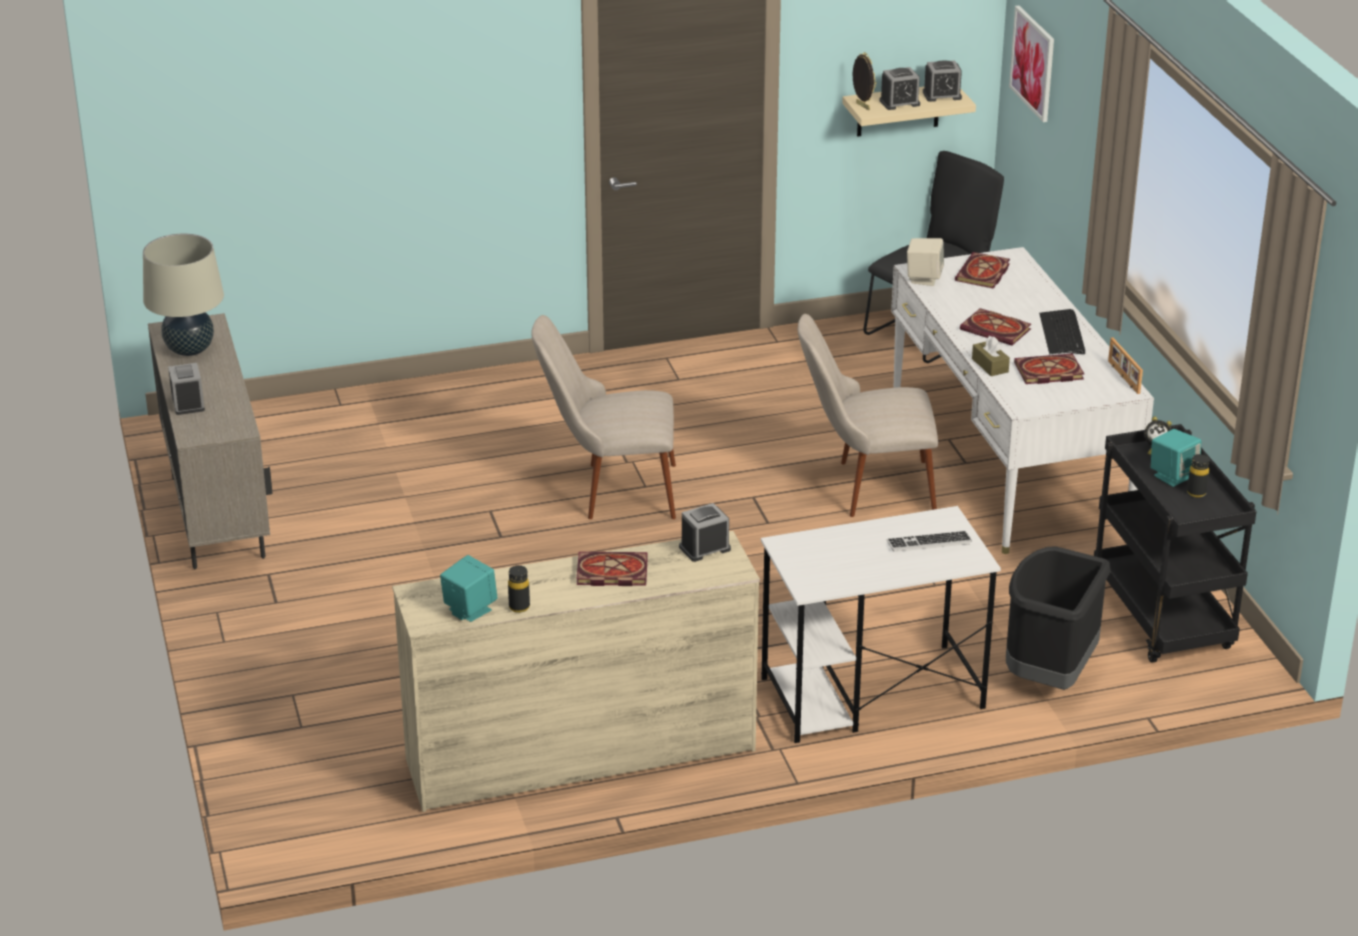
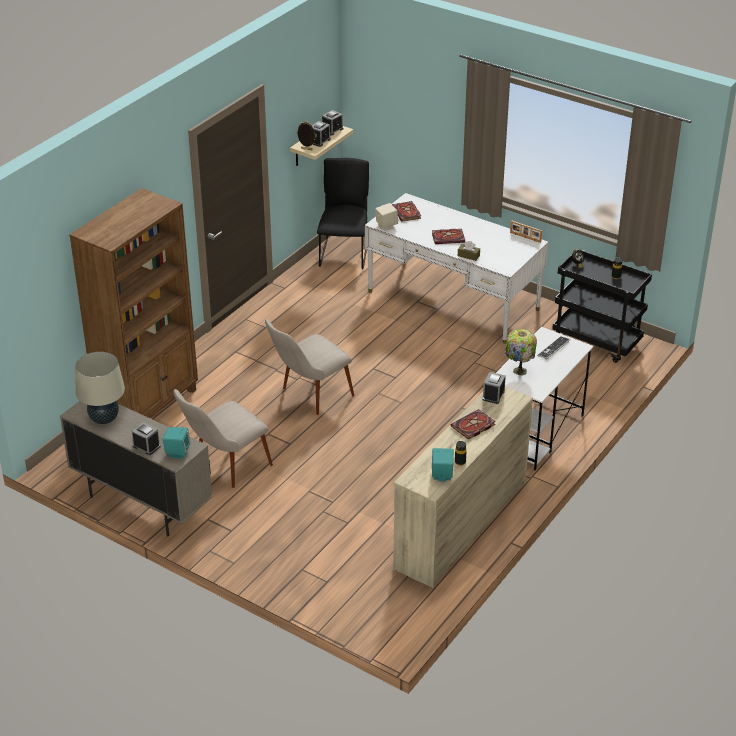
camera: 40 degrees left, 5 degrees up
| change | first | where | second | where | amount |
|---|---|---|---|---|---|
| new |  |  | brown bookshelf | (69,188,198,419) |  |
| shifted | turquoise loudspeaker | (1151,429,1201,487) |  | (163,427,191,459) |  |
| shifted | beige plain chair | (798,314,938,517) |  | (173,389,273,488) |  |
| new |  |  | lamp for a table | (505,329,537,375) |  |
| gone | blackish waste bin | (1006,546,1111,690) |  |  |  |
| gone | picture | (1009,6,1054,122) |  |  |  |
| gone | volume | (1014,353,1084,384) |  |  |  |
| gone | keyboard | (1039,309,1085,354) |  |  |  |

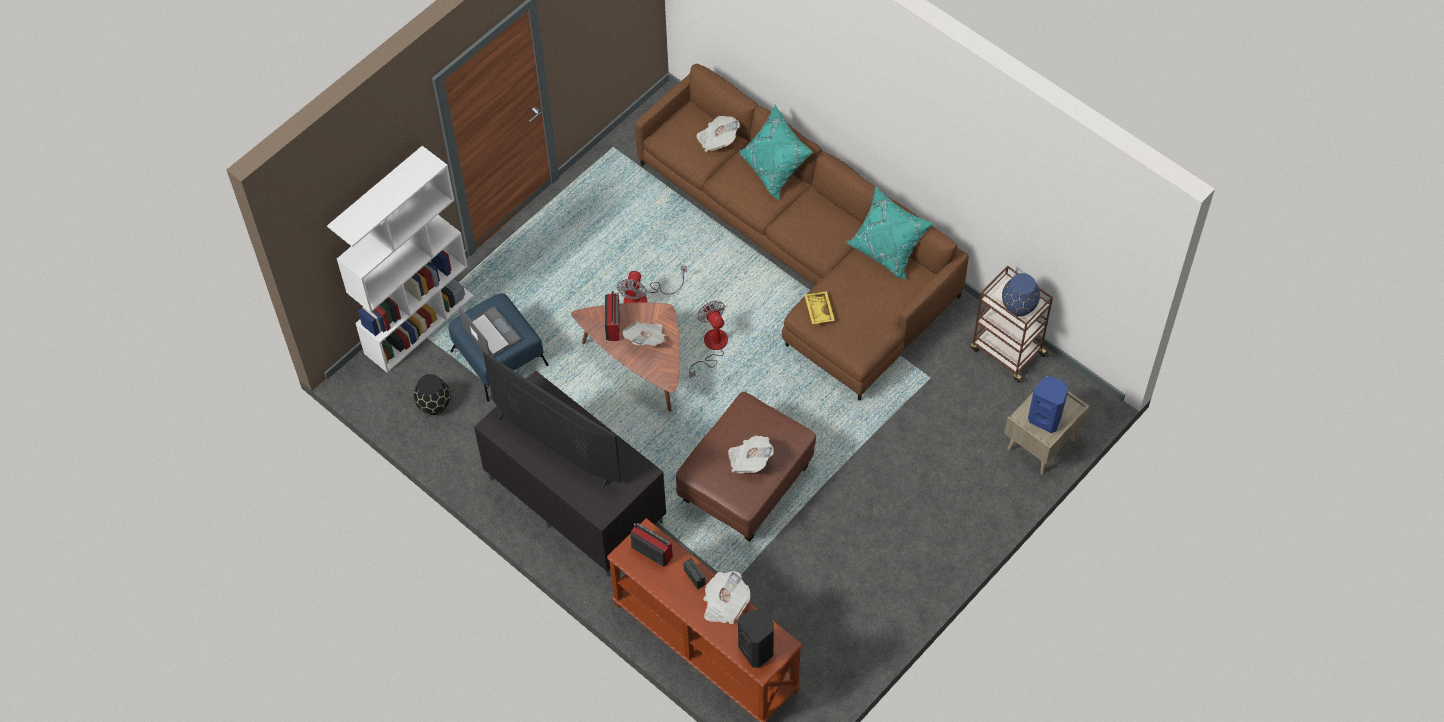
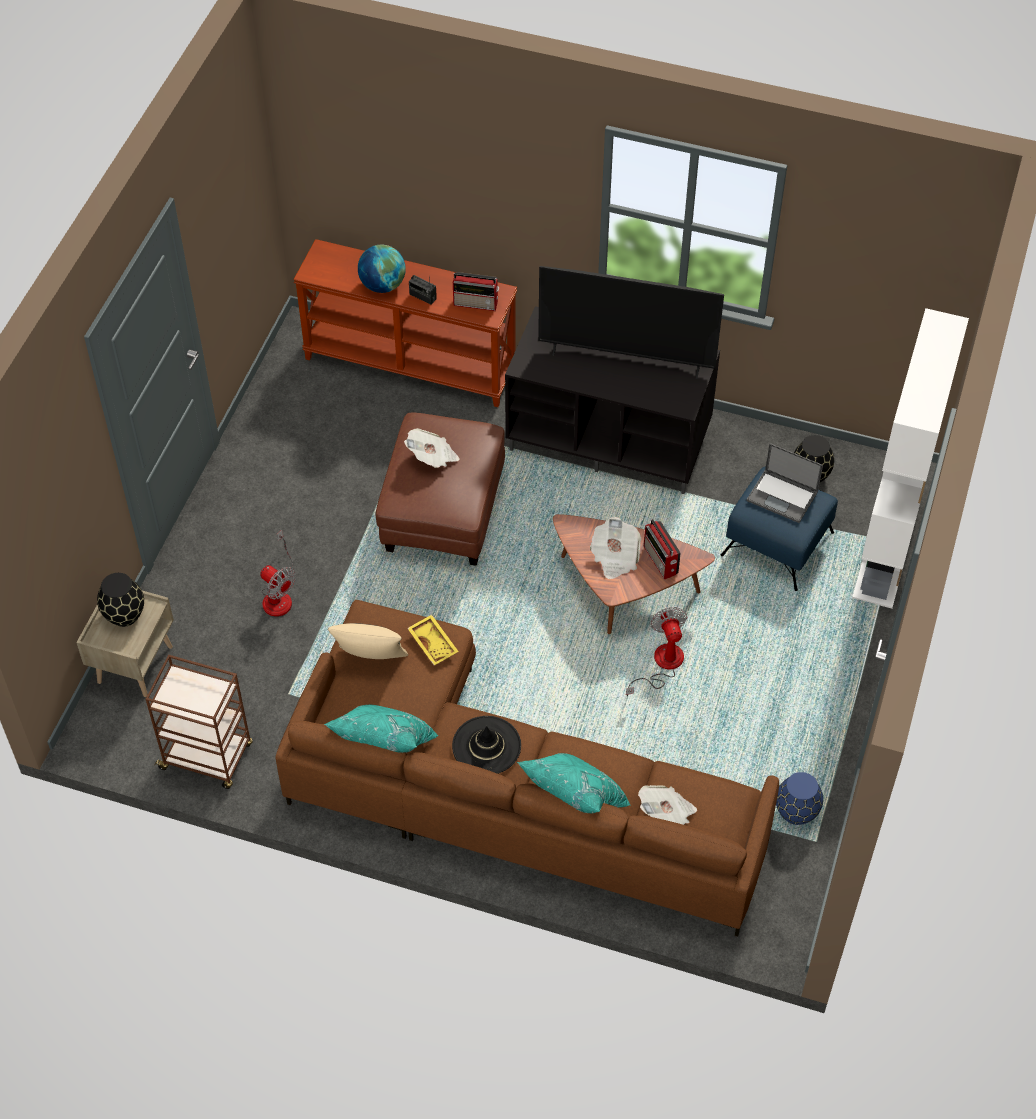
camera: 155 degrees right, 5 degrees down
| change | first | where | second | where | amount |
|---|---|---|---|---|---|
| swapped | blue loudspeaker | (1028,377,1068,433) | blackish flower vase | (97,573,144,627) |  |
| shifted | cooling fan | (689,300,728,379) |  | (260,530,296,617) |  |
| new |  |  | beige throw pillow | (328,623,408,659) |  |
| swapped | daily paper | (703,571,750,624) | globe | (358,245,406,293) |  |
| new |  |  | blackish wearable hat | (452,716,521,774) |  |
| shifted | blue flower vase | (1002,273,1040,317) |  | (776,772,823,825) |  |
| gone | blackish loudspeaker | (738,609,774,668) |  |  |  |

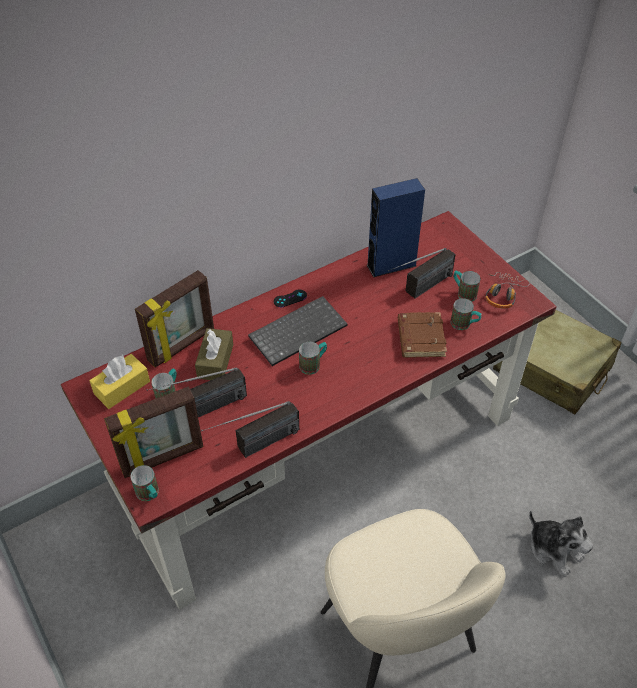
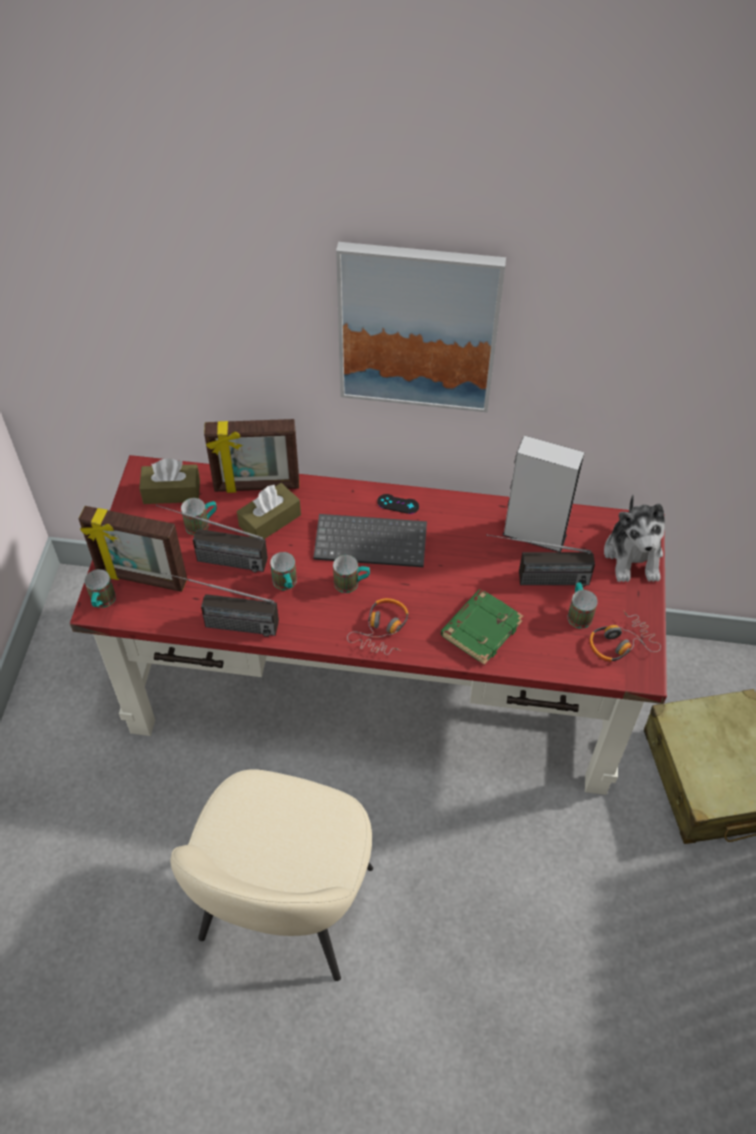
camera: 40 degrees right, 5 degrees up
| change | first | where | second | where | amount |
|---|---|---|---|---|---|
| repainted | yellowish tissue holder | (89,354,150,409) | brown tissue holder | (139,458,200,504) |  |
| shifted | coffee mug | (451,298,482,330) |  | (270,552,297,590) |  |
| new |  |  | picture | (336,242,506,412) |  |
| new |  |  | headset | (347,598,409,655) |  |
| repainted | brown volume | (398,312,447,358) | greenish volume | (441,589,523,665) |  |
| repainted | blue loudspeaker | (367,178,425,277) | gray loudspeaker | (503,435,585,552) |  |
| shifted | soft toy | (529,511,593,577) |  | (604,495,665,582) |  |

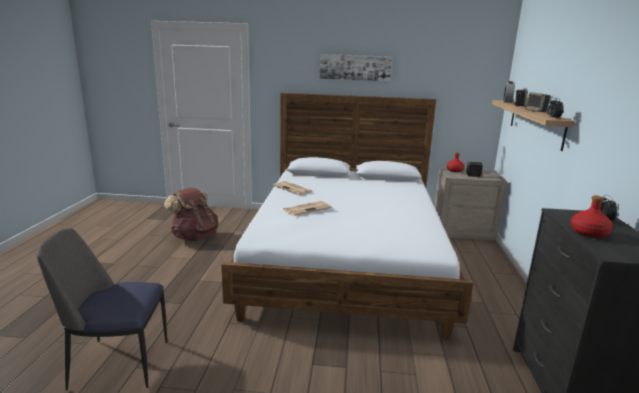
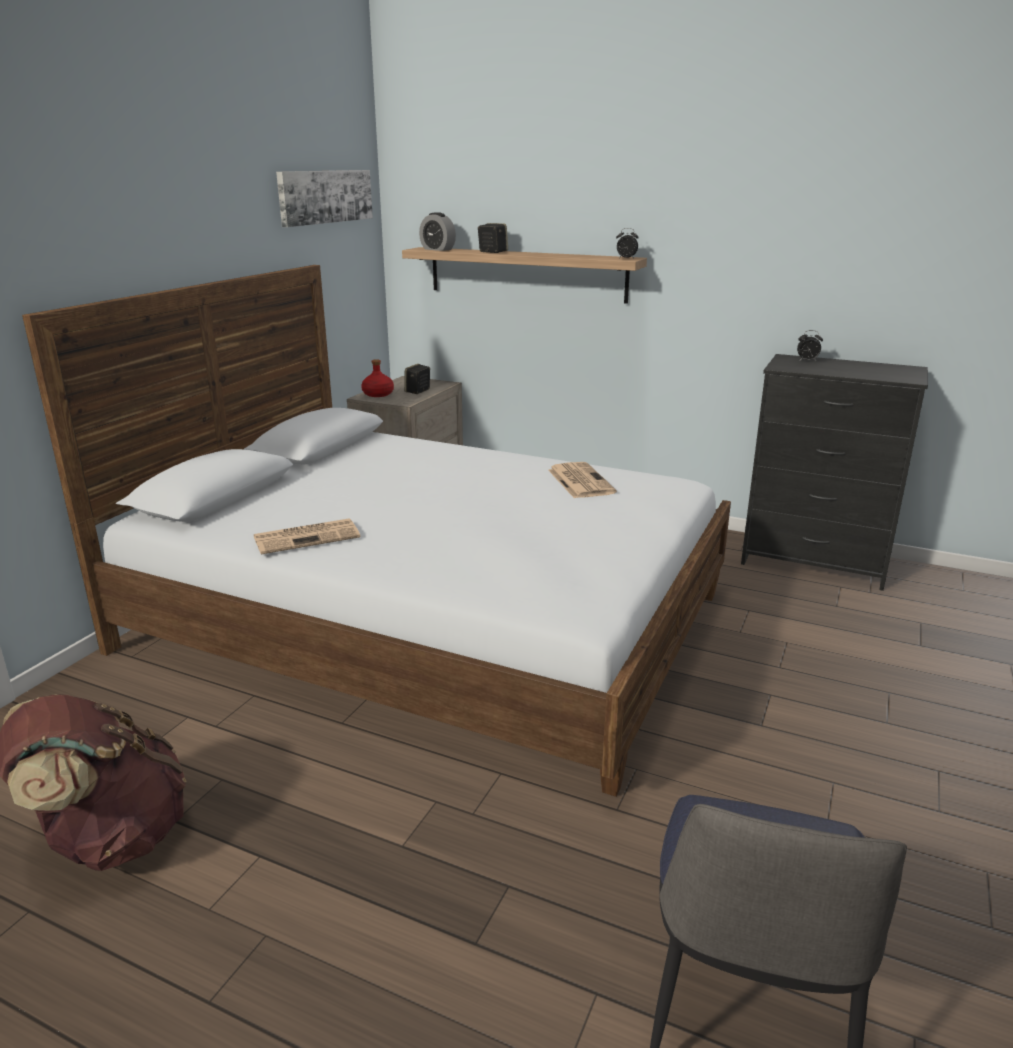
camera: 70 degrees left, 5 degrees up
| change | first | where | second | where | amount |
|---|---|---|---|---|---|
| shifted | picture | (320,54,392,81) |  | (276,170,373,227) |  |
| shifted | daily paper | (283,201,332,216) |  | (548,462,617,498) |  |
| gone | loudspeaker | (525,92,550,112) |  |  |  |
| gone | red drink bottle | (570,195,613,238) |  |  |  |

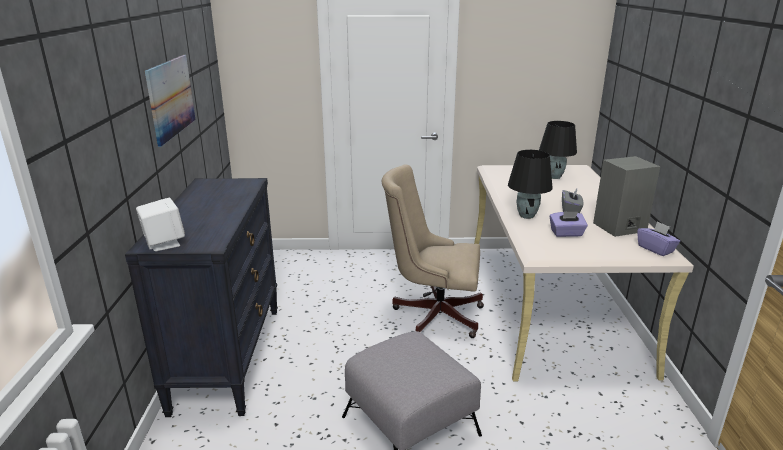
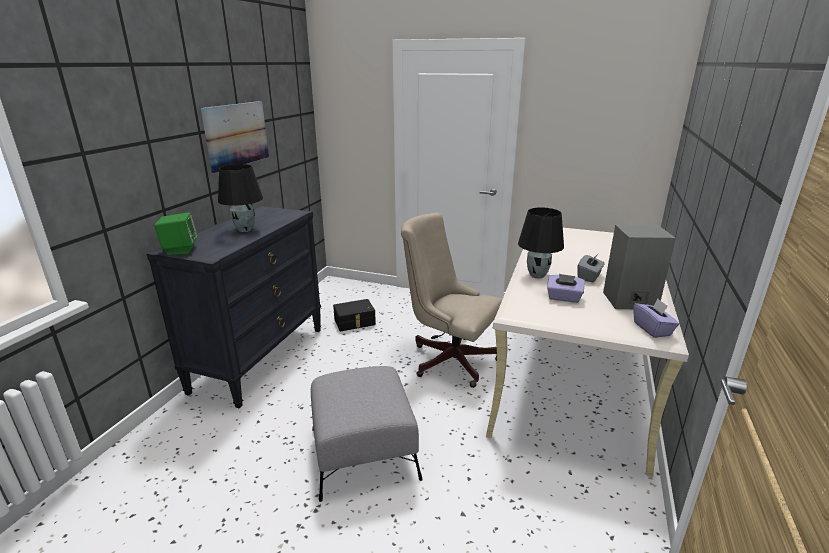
camera: 20 degrees right, 0 degrees up
| change | first | where | second | where | amount |
|---|---|---|---|---|---|
| repainted | white loudspeaker | (136,198,185,251) | greenish loudspeaker | (154,212,197,255) |  |
| shifted | blackish lamp for a table | (539,121,577,179) |  | (218,164,263,232) |  |
| new |  |  | blackish storage container | (333,299,376,332) |  |

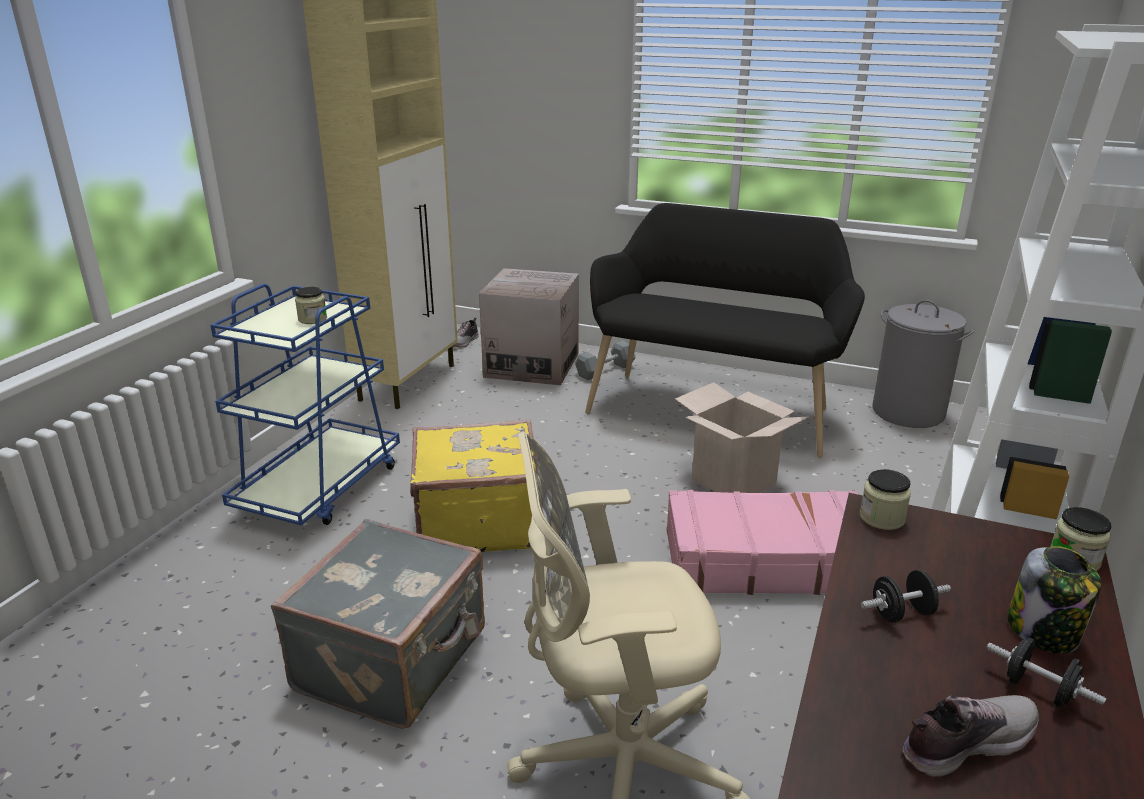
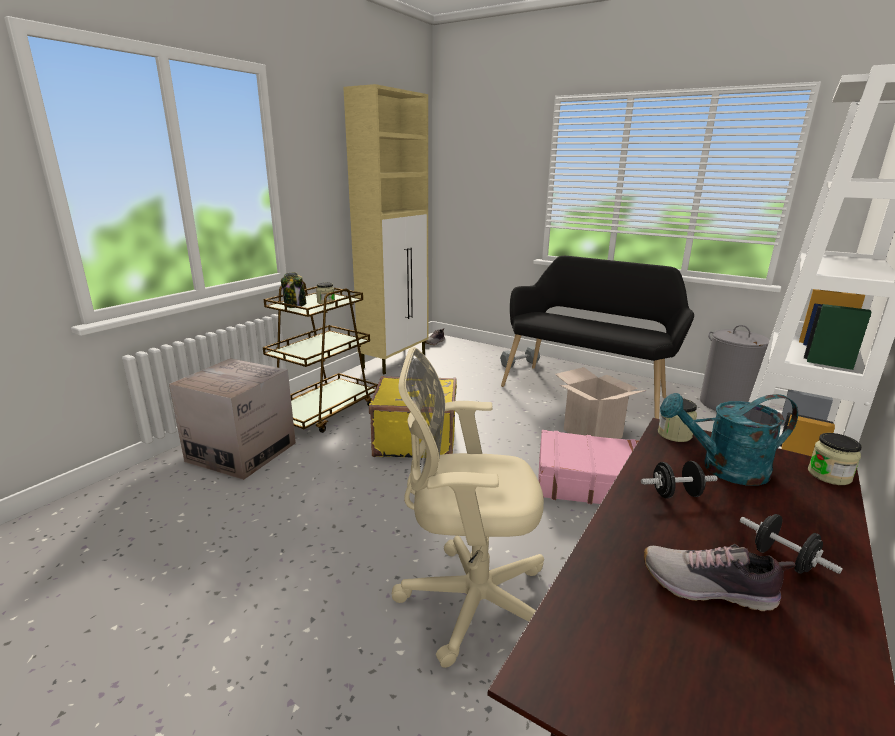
camera: 10 degrees right, 5 degrees down
| change | first | where | second | where | amount |
|---|---|---|---|---|---|
| shifted | cardboard box | (479,268,579,386) |  | (169,358,296,480) |  |
| repainted | blue wheeled cart | (210,284,400,525) | brown wheeled cart | (263,281,378,433) |  |
| shifted | storage jar | (1007,546,1101,654) |  | (281,272,306,308) |  |
| rotated | item of footwear | (902,695,1039,777) |  | (644,544,796,611) | 150 degrees counterclockwise |
| new |  |  | turquoise sprinkling can | (660,393,798,486) |  |
| gone | gray suitcase | (271,519,485,729) |  |  |  |

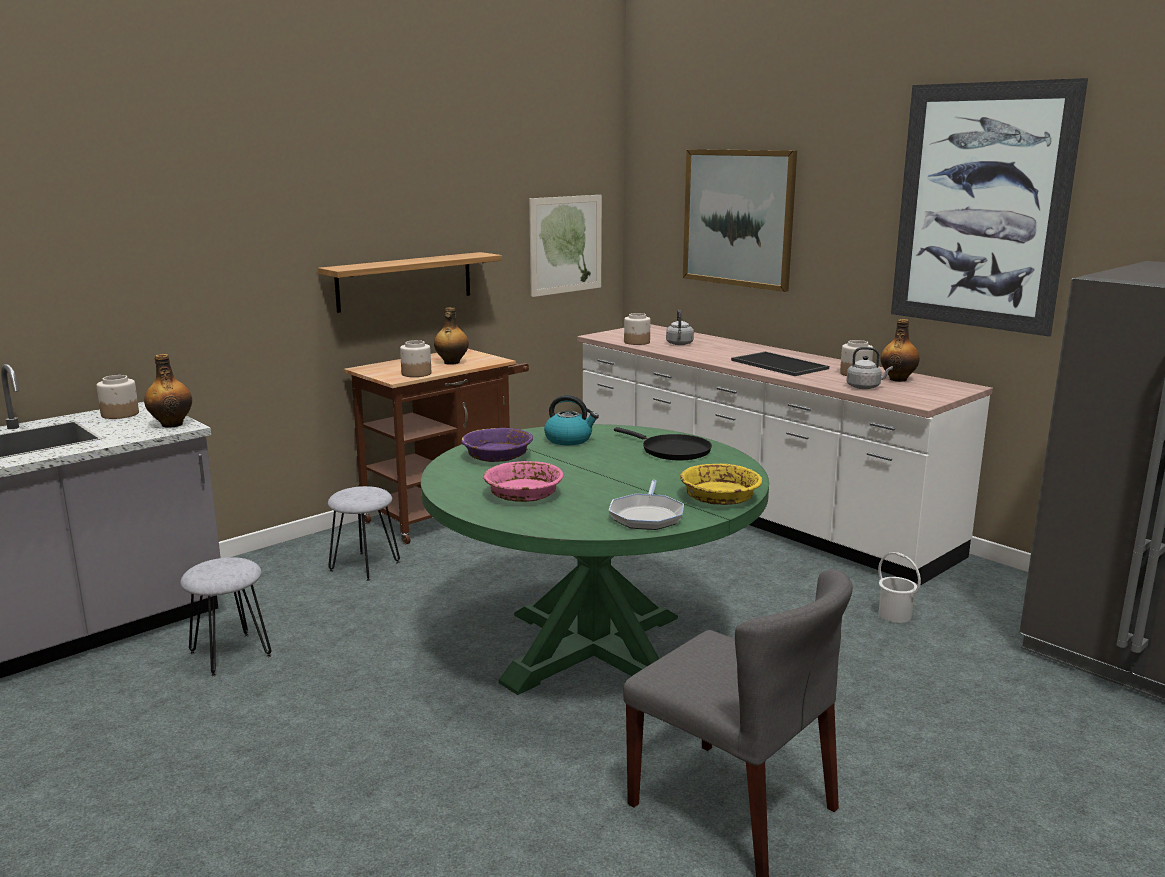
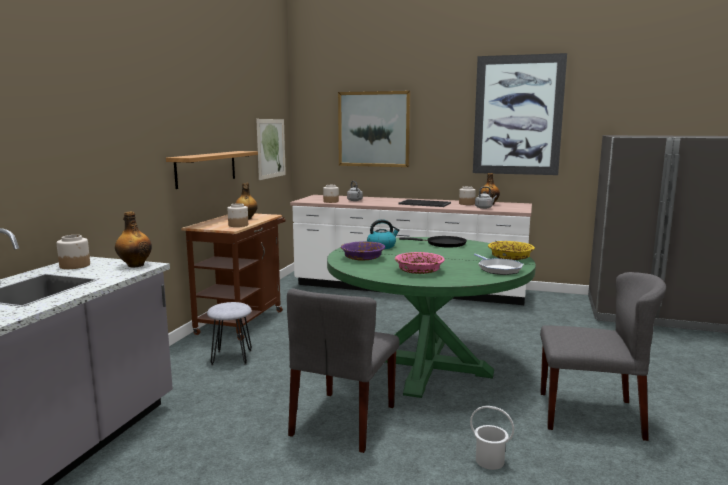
camera: 30 degrees left, 5 degrees down
| change | first | where | second | where | amount |
|---|---|---|---|---|---|
| new |  |  | gray plain chair | (287,288,399,453) |  |
| shifted | white bucket | (878,552,921,623) |  | (470,406,514,470) |  |
| gone | gray stool | (180,557,272,676) |  |  |  |

